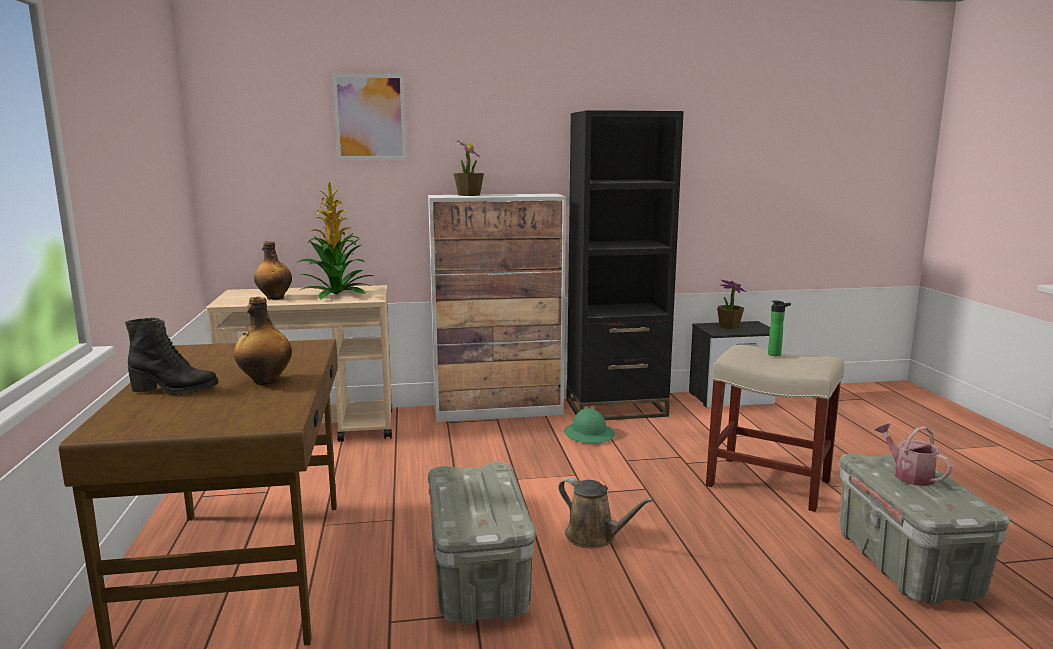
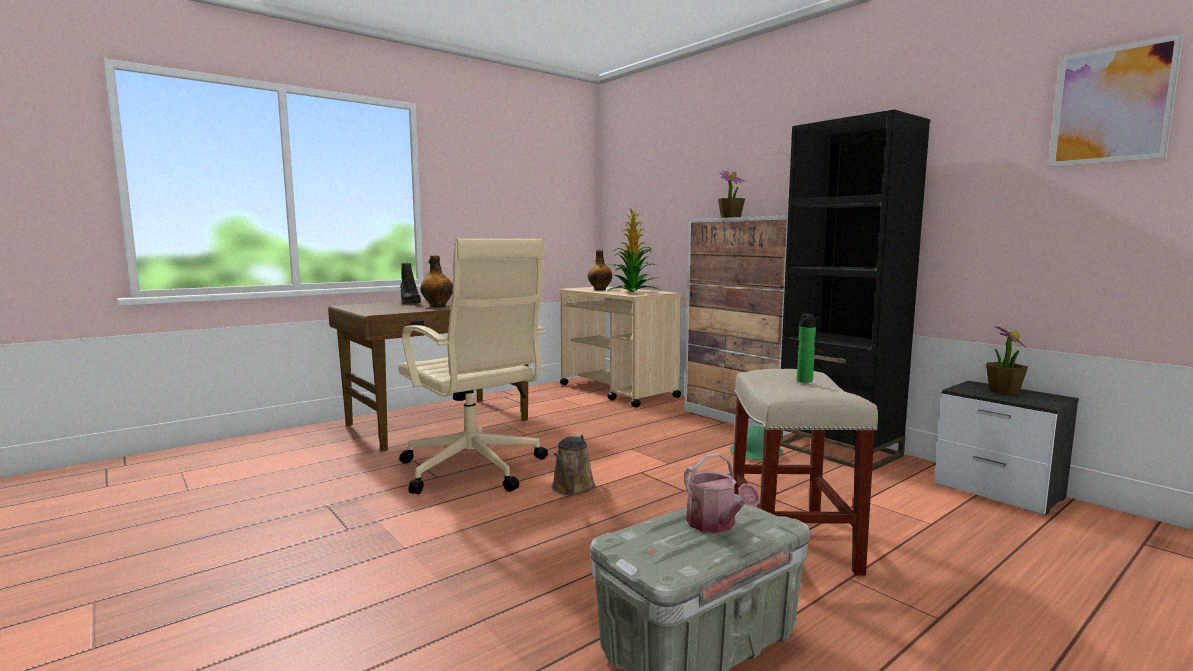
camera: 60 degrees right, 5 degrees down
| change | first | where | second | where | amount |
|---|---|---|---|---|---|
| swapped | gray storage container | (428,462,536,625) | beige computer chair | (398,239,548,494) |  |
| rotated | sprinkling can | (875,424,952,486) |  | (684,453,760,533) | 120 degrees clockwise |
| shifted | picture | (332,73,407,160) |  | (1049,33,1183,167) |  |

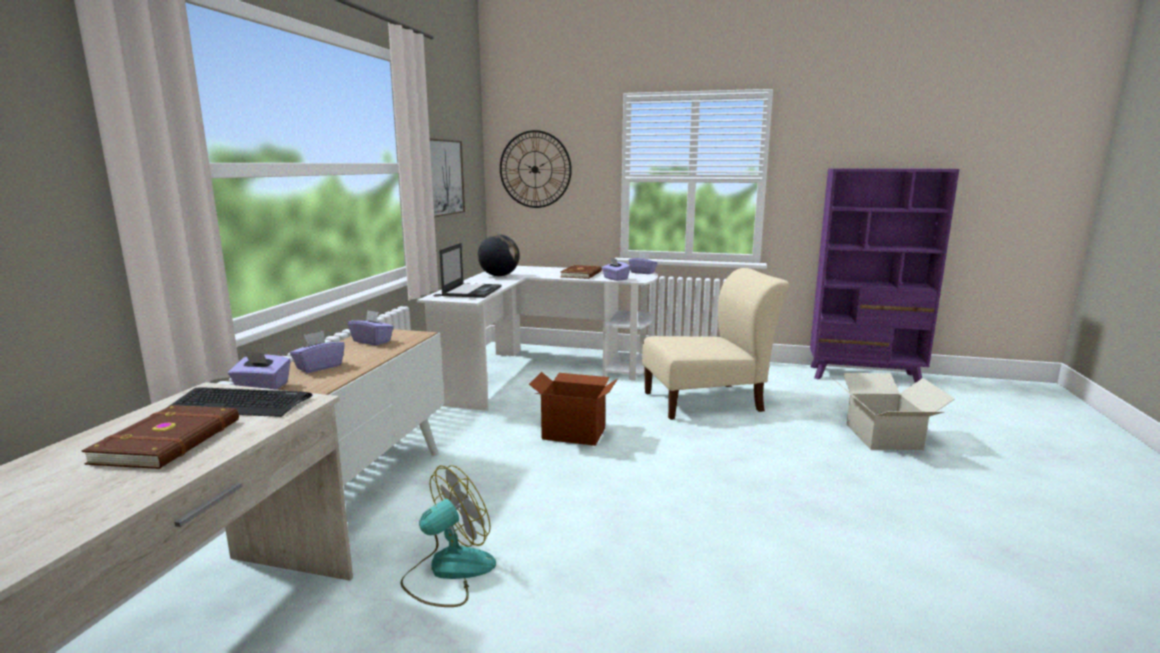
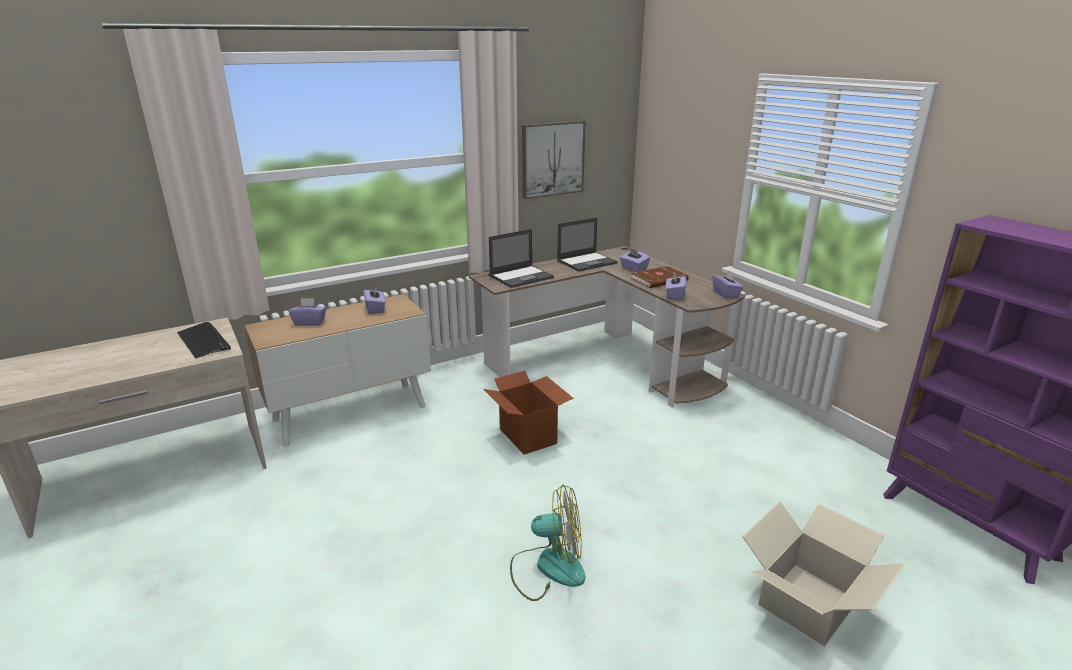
camera: 45 degrees right, 10 degrees up
| change | first | where | second | where | amount |
|---|---|---|---|---|---|
| repainted | white desk table | (417,266,658,411) | brown desk table | (469,246,745,408) |  |
| shifted | cooling fan | (400,465,496,607) |  | (510,485,585,601) |  |
| swapped | globe | (478,234,520,276) | portable computer | (557,218,618,272) |  |
| shifted | purple-coloured tissue holder | (228,351,290,390) |  | (620,248,650,272) |  |
| gone | brown volume | (81,405,239,469) |  |  |  |
| gone | hanging clock | (500,130,572,208) |  |  |  |
| gone | beige plain chair | (642,268,789,420) |  |  |  |

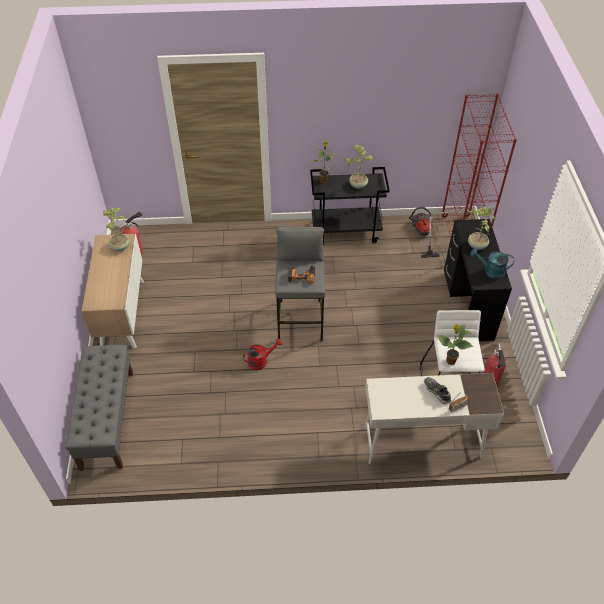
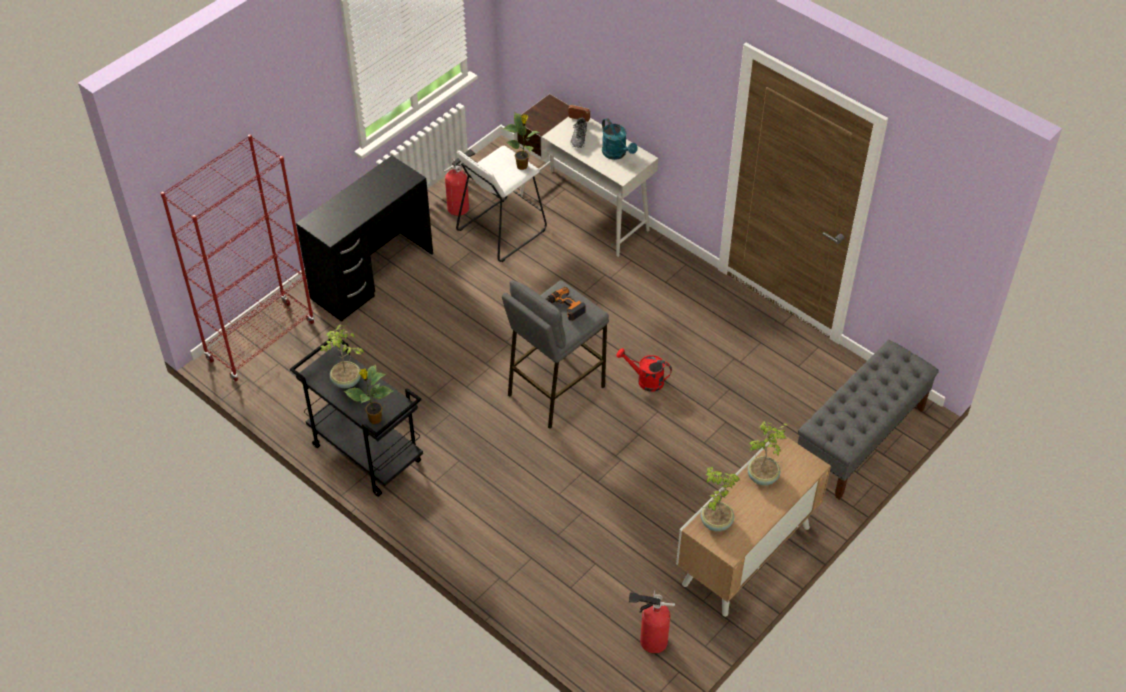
camera: 135 degrees left, 0 degrees up
| change | first | where | second | where | amount |
|---|---|---|---|---|---|
| shifted | turquoise sprinkling can | (470,249,514,279) |  | (602,118,638,160) |  |
| shifted | plant in a pot | (468,206,494,250) |  | (747,421,788,485) |  |
| gone | vacuum cleaner | (409,207,440,258) |  |  |  |

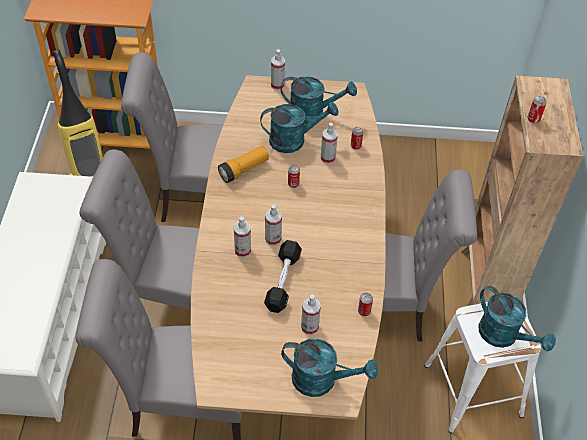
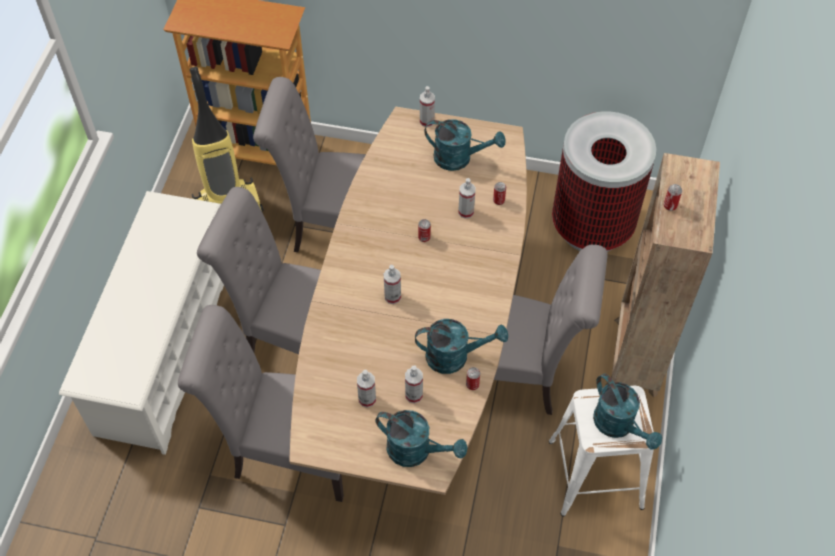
camera: 10 degrees right, 5 degrees up
| change | first | where | second | where | amount |
|---|---|---|---|---|---|
| shifted | spray bottle | (234,216,251,258) |  | (357,370,376,408) |  |
| shifted | turquoise sprinkling can | (260,102,338,153) |  | (415,319,508,374) |  |
| new |  |  | waste bin | (552,111,656,252) |  |
| gone | hand torch | (218,146,269,183) |  |  |  |
| gone | blackish free weight | (264,240,302,313) |  |  |  |

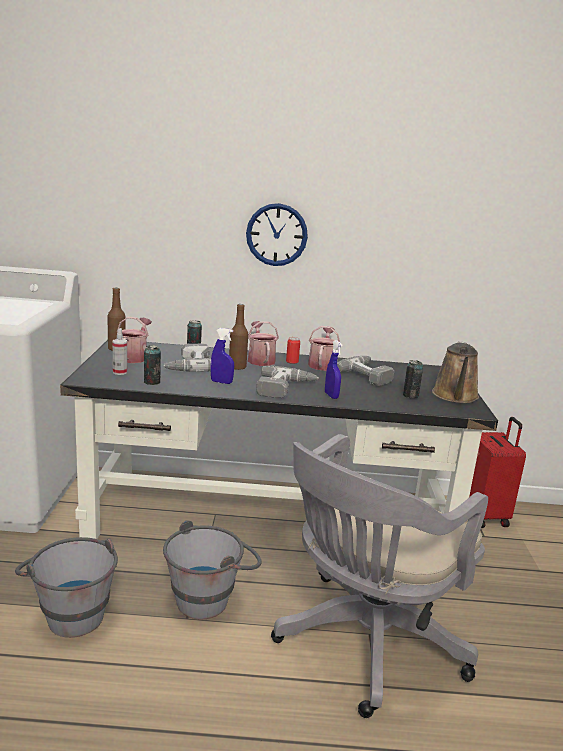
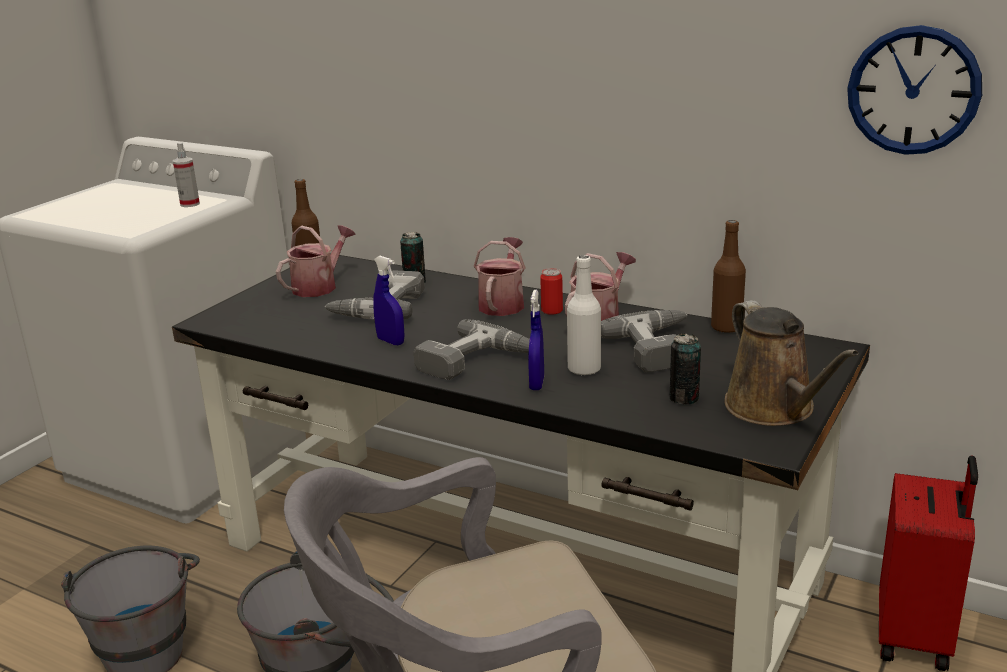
camera: 30 degrees right, 5 degrees up
| change | first | where | second | where | amount |
|---|---|---|---|---|---|
| shifted | spray bottle | (112,328,127,375) |  | (173,142,200,207) |  |
| new |  |  | white drink bottle | (567,255,601,375) |  |
| shifted | brown drink bottle | (229,304,248,370) |  | (711,220,746,333) |  |
| rotated | brown sprinkling can | (432,342,479,403) |  | (724,300,859,426) | 60 degrees counterclockwise |
| shifted | hanging clock | (246,203,308,266) |  | (847,25,982,155) |  |
| gone | sealed can | (144,345,161,385) |  |  |  |

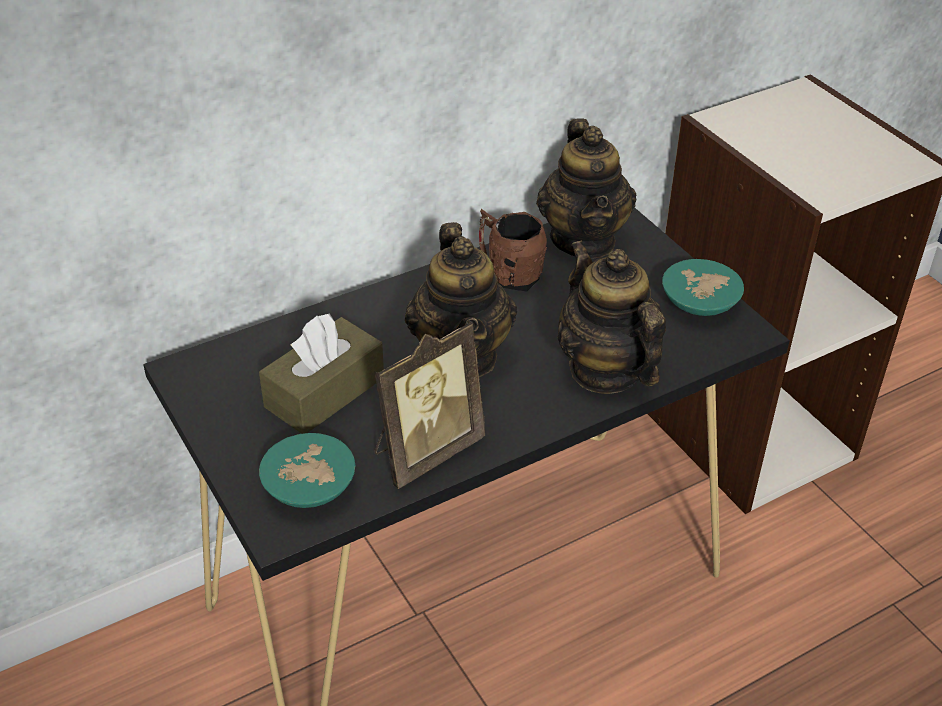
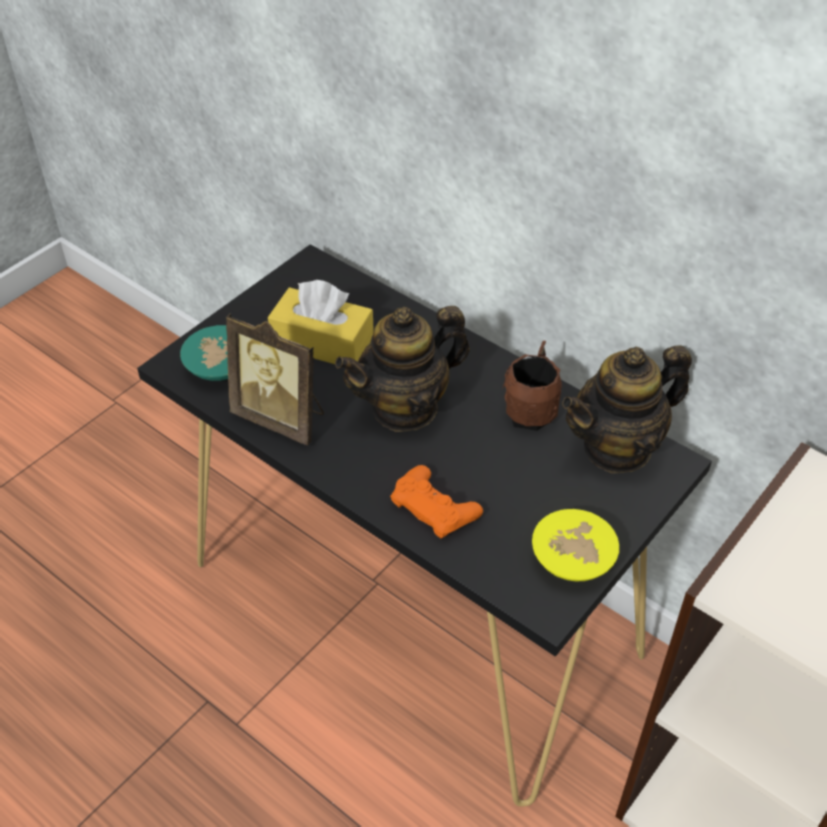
camera: 70 degrees right, 5 degrees up
| change | first | where | second | where | amount |
|---|---|---|---|---|---|
| repainted | brown tissue holder | (259,314,384,434) | yellowish tissue holder | (268,280,374,364) |  |
| swapped | tea pot | (558,240,666,394) | orange-coloured game controller | (390,465,483,538) |  |
| repainted | turquoise serving bowl | (662,259,744,316) | yellowish serving bowl | (532,509,619,581) |  |

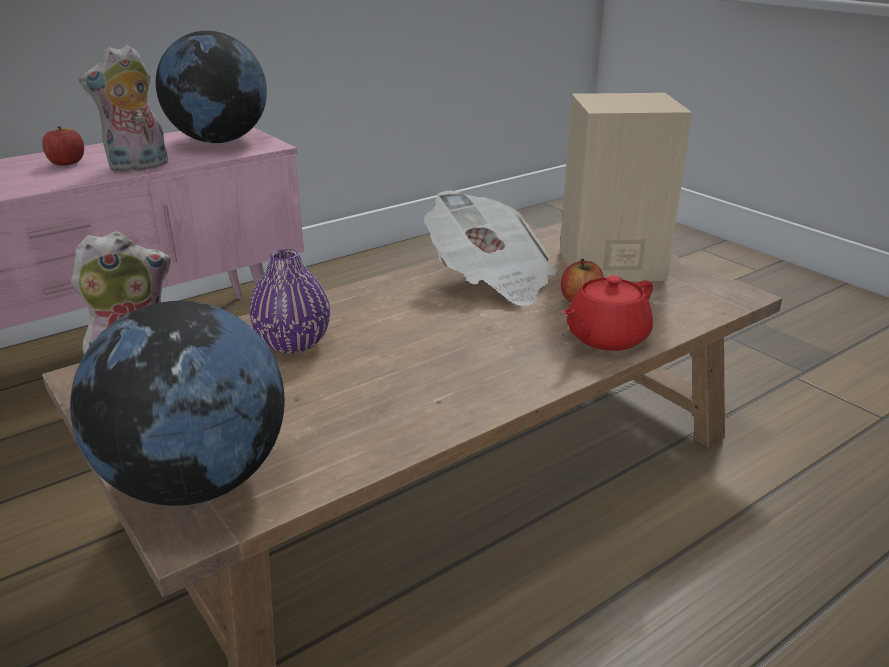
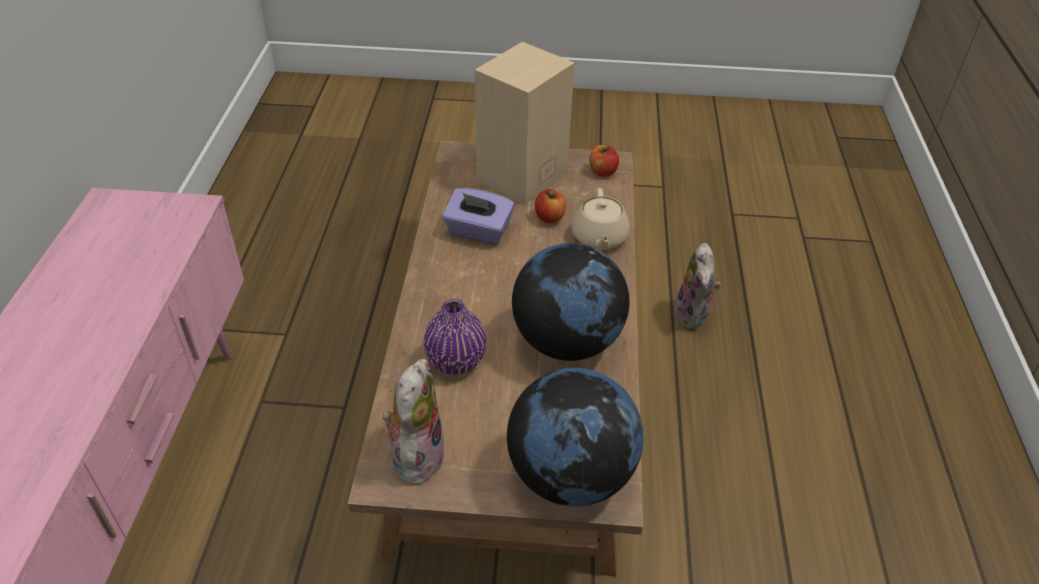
camera: 50 degrees left, 15 degrees up
| change | first | where | second | where | amount |
|---|---|---|---|---|---|
| swapped | daily paper | (424,190,557,306) | purple-coloured tissue holder | (442,188,515,245) |  |
| shifted | globe | (156,31,267,143) |  | (512,243,630,361) |  |
| repainted | red tea pot | (562,276,653,351) | beige tea pot | (572,188,630,250) |  |
| shifted | apple | (42,126,84,166) |  | (589,145,619,177) |  |
| shifted | soft toy | (79,45,168,173) |  | (673,243,722,330) |  |

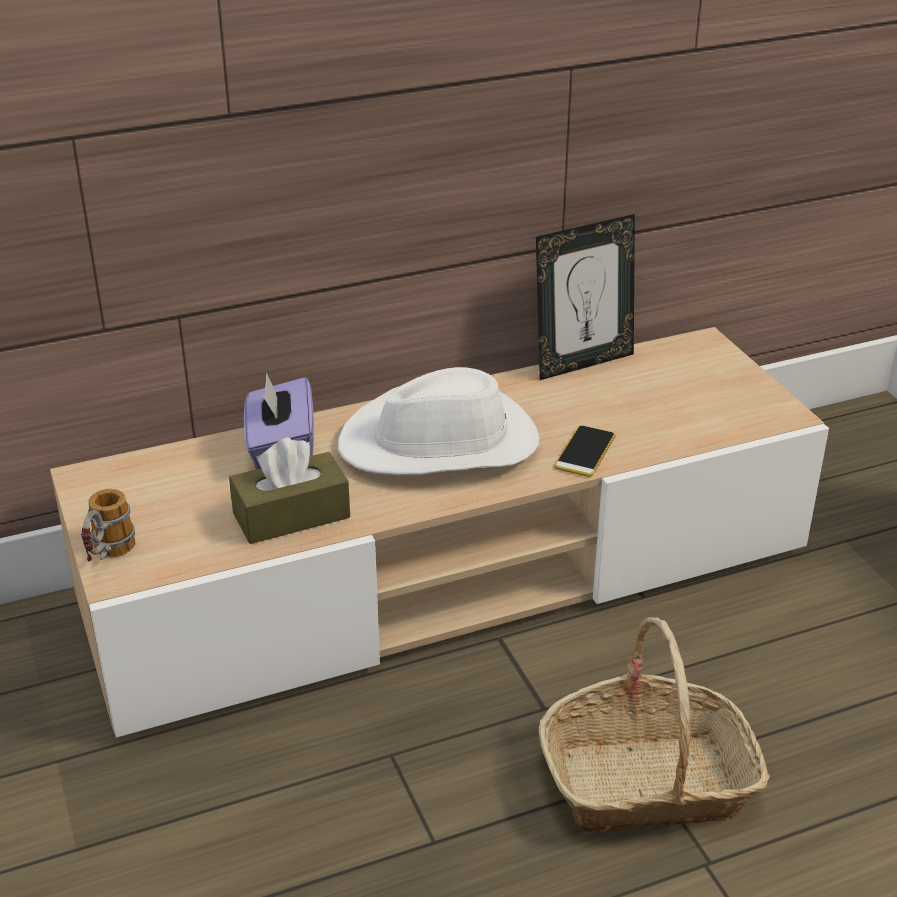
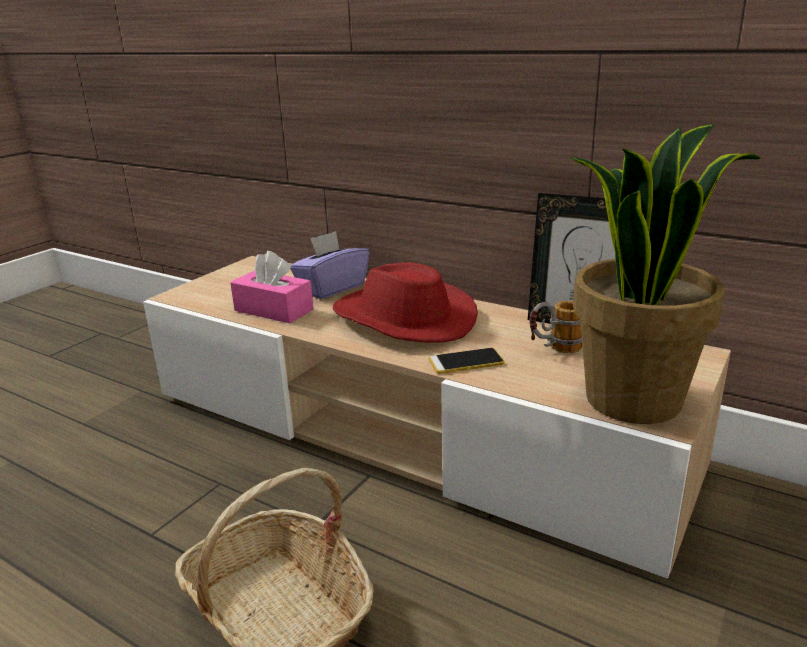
camera: 55 degrees right, 10 degrees down
| change | first | where | second | where | amount |
|---|---|---|---|---|---|
| repainted | brown tissue holder | (229,437,350,544) | pinkish tissue holder | (230,251,313,323) |  |
| repainted | white wearable hat | (337,367,539,475) | red wearable hat | (333,262,478,343) |  |
| shifted | coffee mug | (81,489,135,562) |  | (529,301,582,353) |  |
| new |  |  | plant in a pot | (567,124,762,424) |  |

